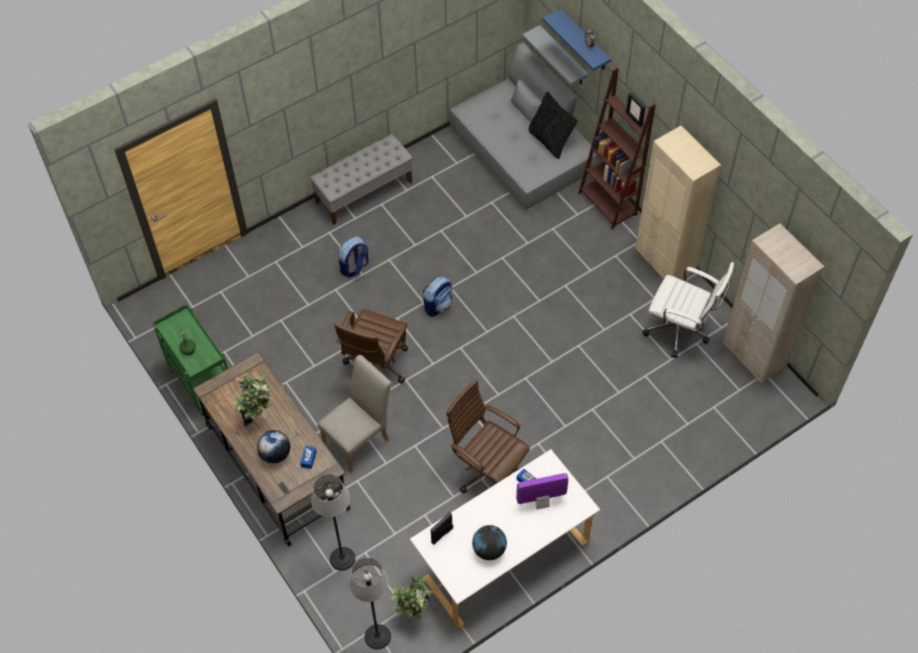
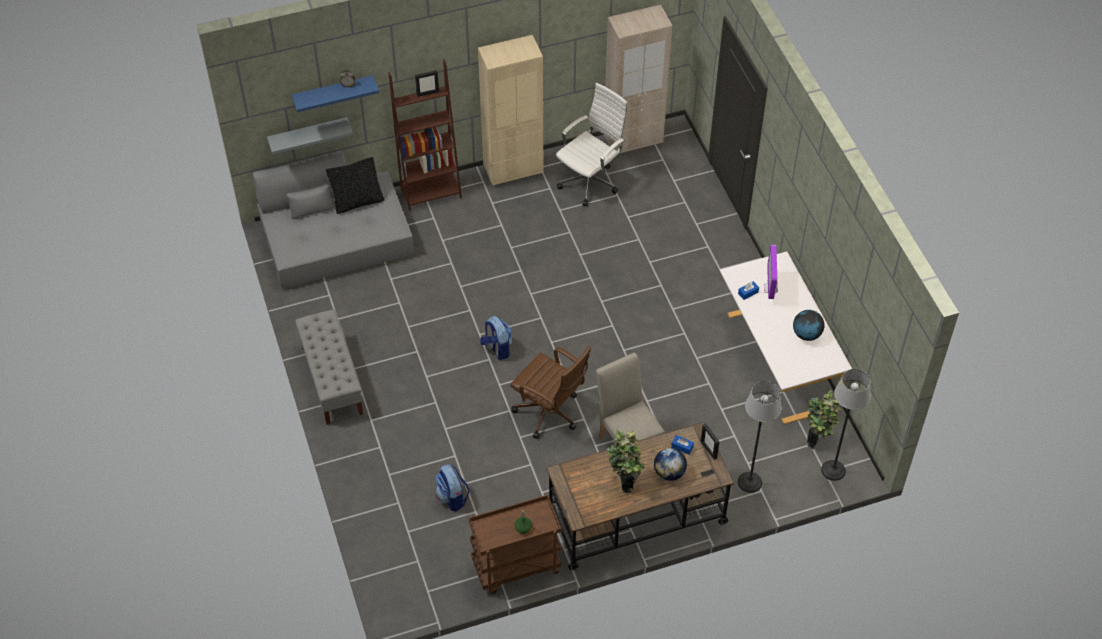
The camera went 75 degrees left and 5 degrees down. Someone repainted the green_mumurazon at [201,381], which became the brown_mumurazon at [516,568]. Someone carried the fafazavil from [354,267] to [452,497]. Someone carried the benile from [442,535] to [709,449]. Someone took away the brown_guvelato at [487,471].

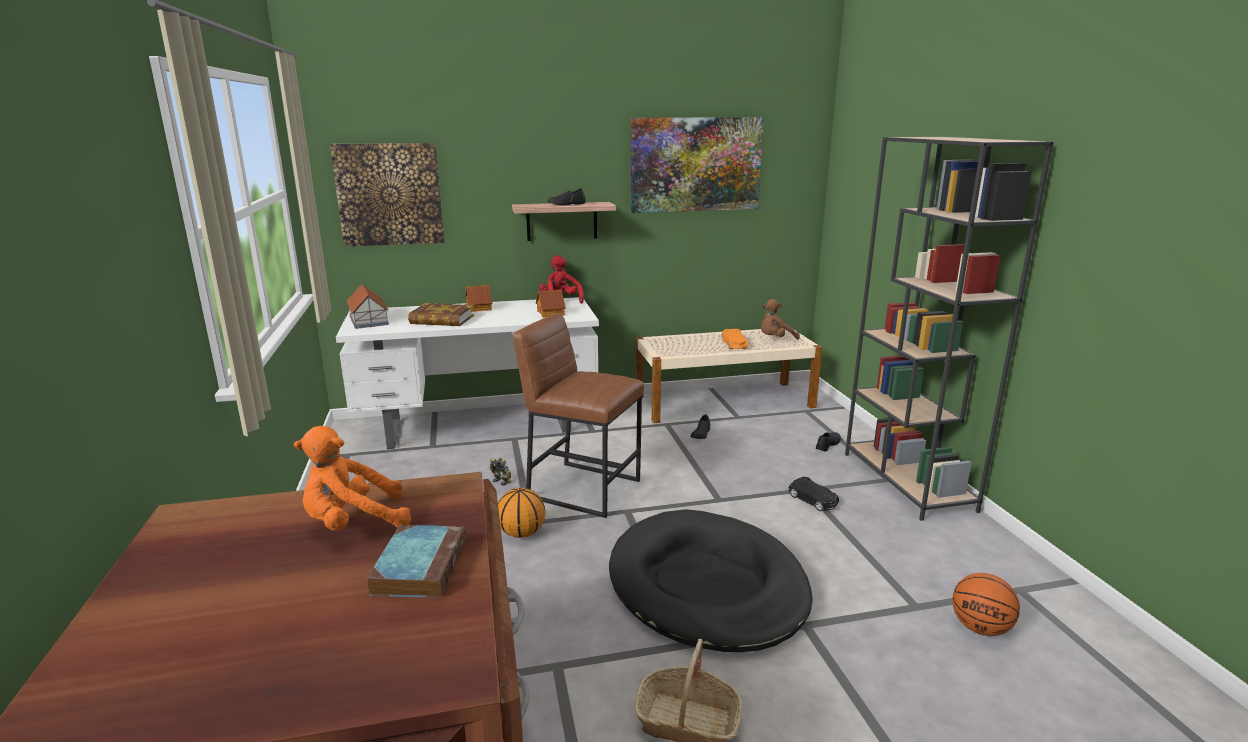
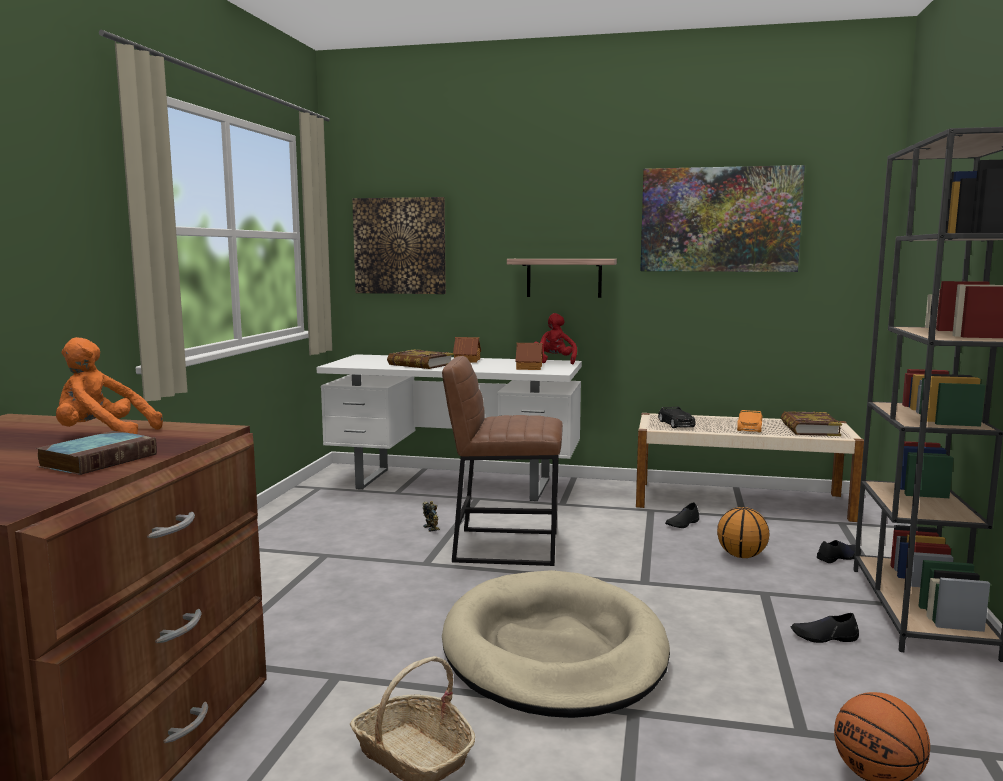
The camera went 25 degrees right and 10 degrees down. Someone took away the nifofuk at [368,320]. Someone carried the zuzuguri from [522,533] to [742,556]. Someone rotated the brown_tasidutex at [582,488] by 45 degrees counterclockwise. Someone carried the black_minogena from [567,204] to [824,637]. Someone repainted the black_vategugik at [707,585], which became the beige_vategugik at [554,651]. Someone swapped the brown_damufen at [775,339] for the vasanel at [809,429]. Someone carried the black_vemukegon from [813,500] to [676,424].

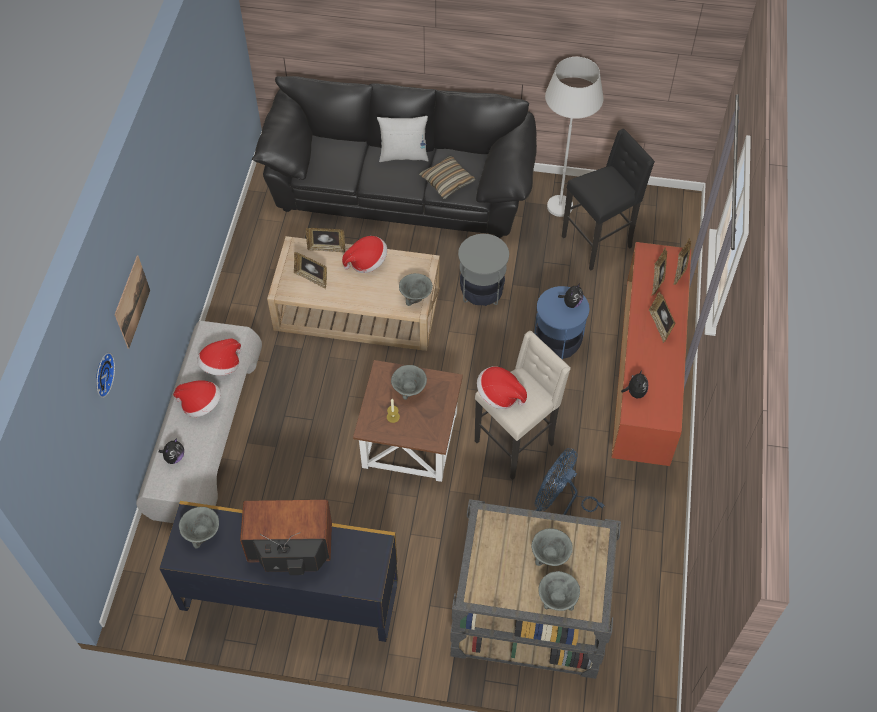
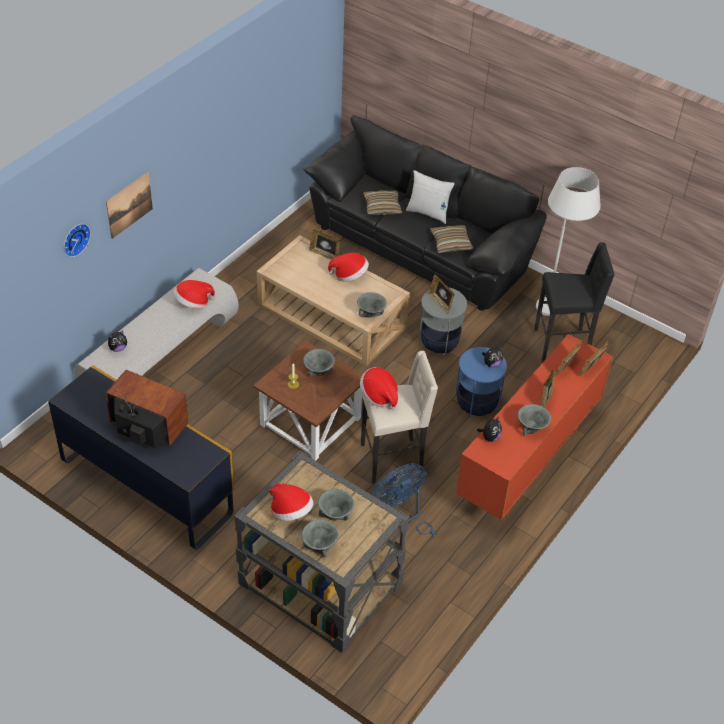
The camera went 25 degrees right and 10 degrees down. Someone carried the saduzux from [201,405] to [291,512]. Someone carried the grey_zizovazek from [202,533] to [531,428]. Someone carried the benile from [312,278] to [440,303]. Someone put down the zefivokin at [382,207].

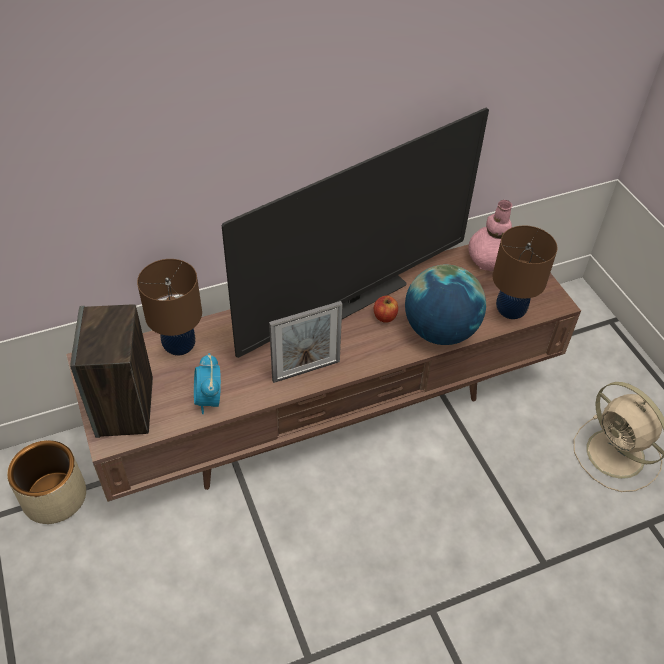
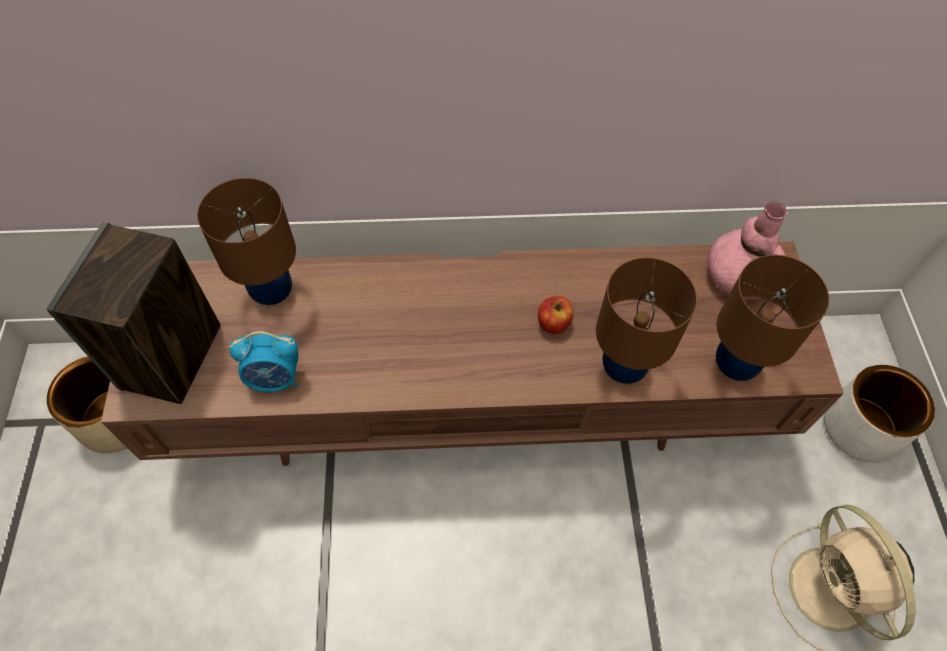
The camera went 20 degrees right and 10 degrees up. Someone rotated the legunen at [209,400] by 105 degrees counterclockwise. Someone took away the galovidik at [354,302]. Someone took away the benile at [306,371]. Someone swapped the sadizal at [440,331] for the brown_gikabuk at [621,366]. Someone put down the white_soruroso at [861,429].

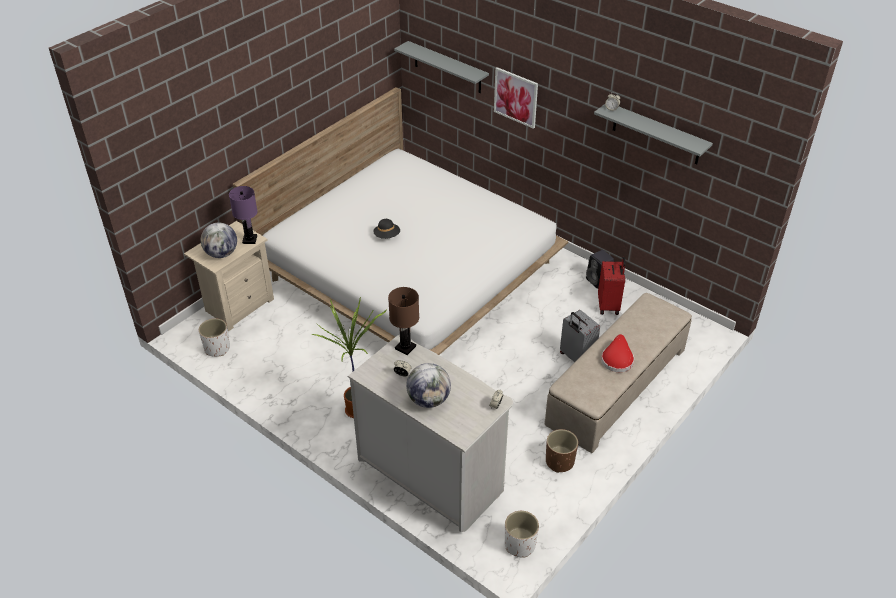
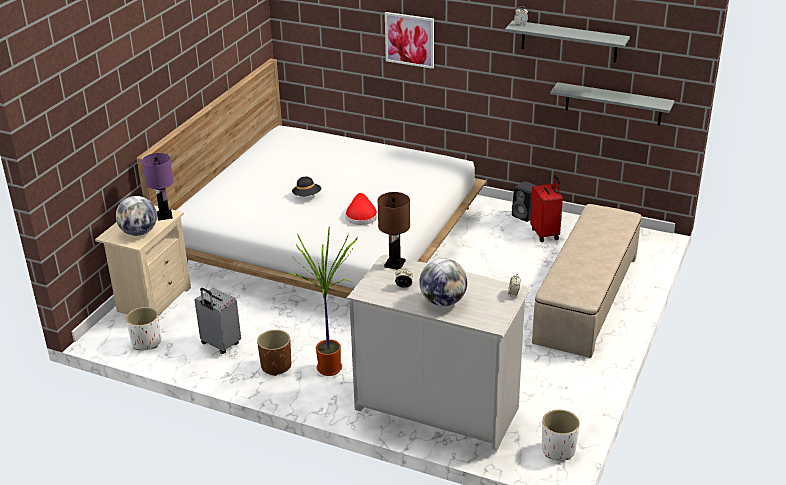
The camera went 15 degrees left and 10 degrees down. Someone carried the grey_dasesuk from [447,67] to [613,104]. Someone carried the brown_soruroso from [559,462] to [276,366]. Someone carried the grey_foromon from [576,357] to [220,344]. Someone carried the red_saduzux from [617,359] to [361,216].

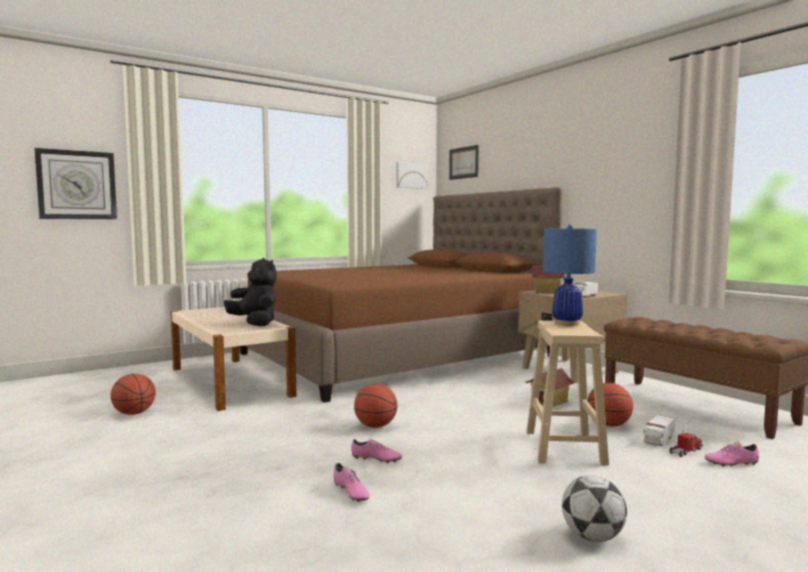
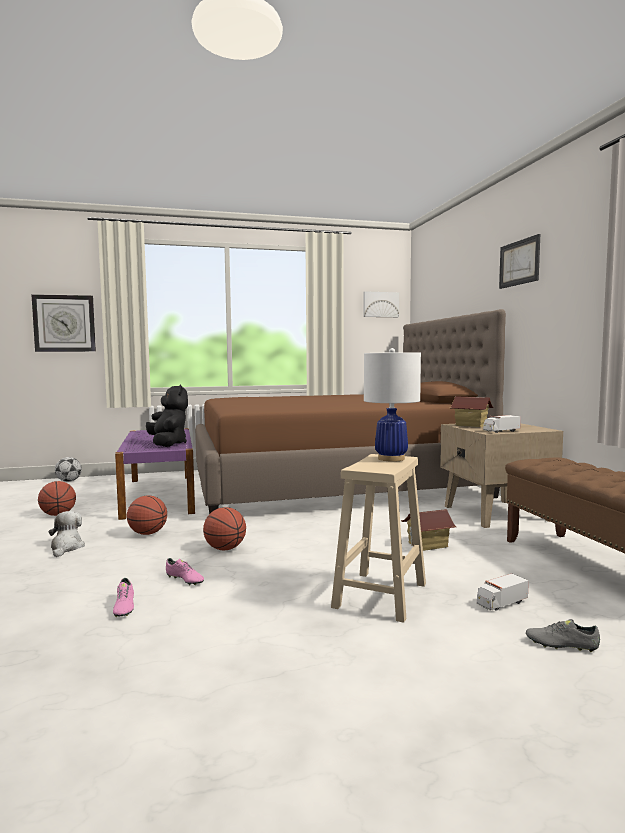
The camera went 20 degrees right and 0 degrees up. Someone repainted the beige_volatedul at [230,381], which became the purple_volatedul at [160,495]. Someone carried the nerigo from [464,162] to [519,263]. Someone repainted the blue_gikabuk at [566,323], which became the white_gikabuk at [391,458]. Someone carried the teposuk from [592,537] to [69,481]. Someone carried the zuzuguri from [609,425] to [147,533]. Someone took away the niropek at [685,451]. Someone repainted the pink_minogena at [731,463], which became the grey_minogena at [561,645]. Someone put down the damufen at [66,548].

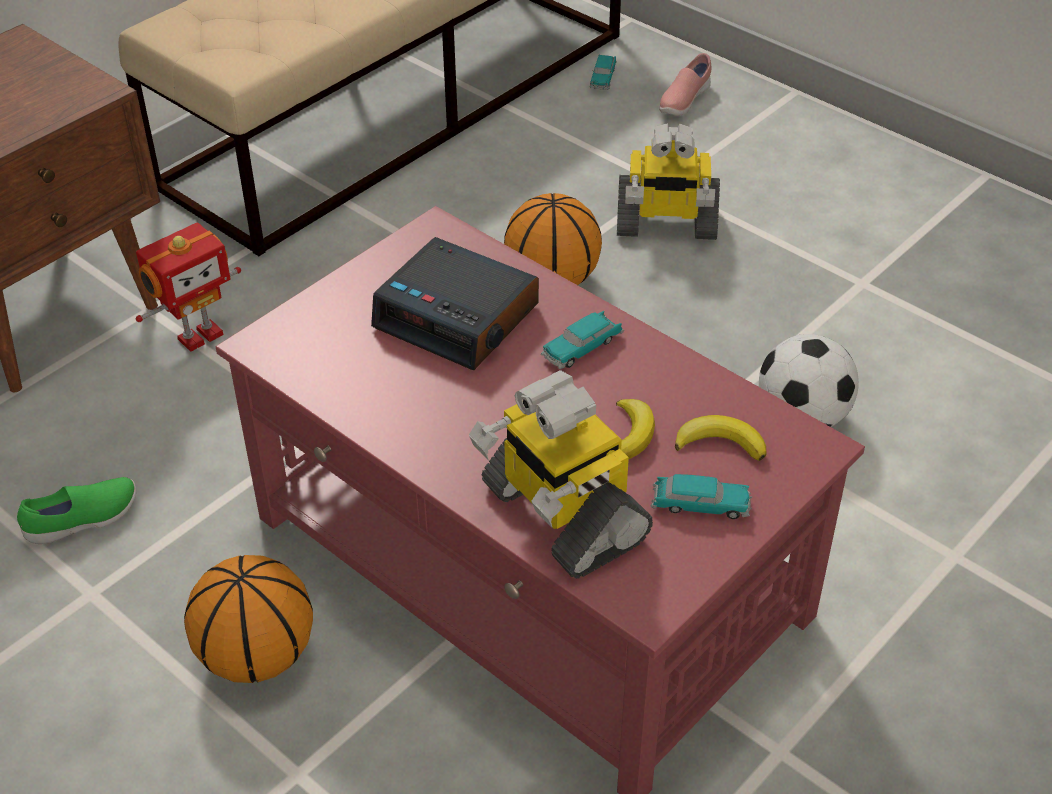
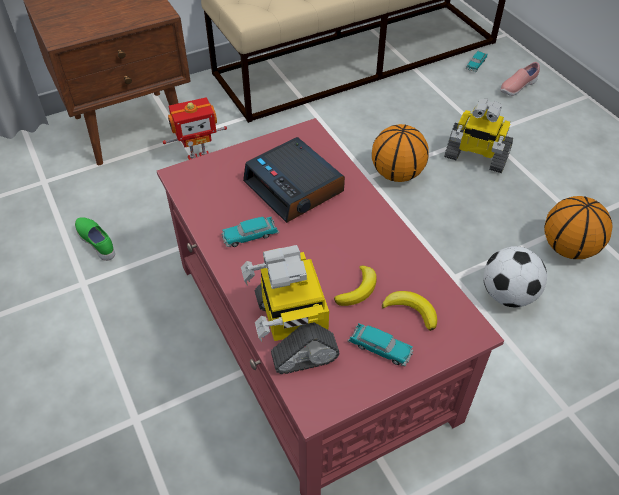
The camera went 20 degrees right and 5 degrees up. Someone rotated the green_minogena at [83,521] by 120 degrees counterclockwise. Someone carried the zuzuguri from [255,656] to [567,248]. Someone carried the vemukegon from [582,347] to [250,236].

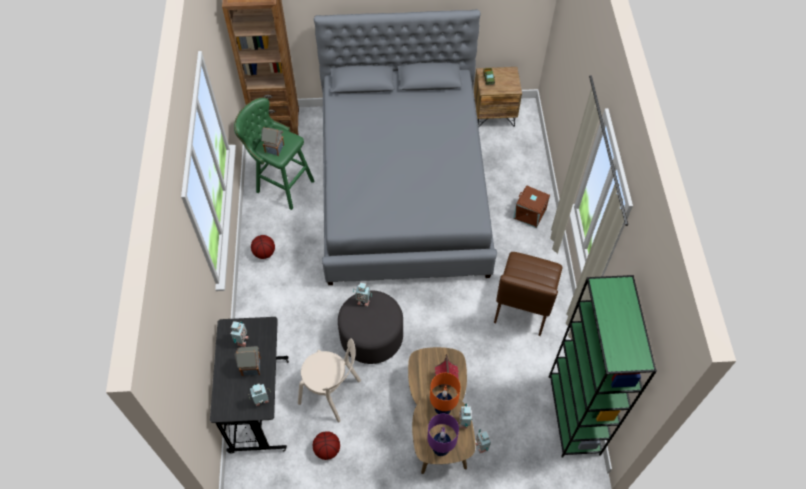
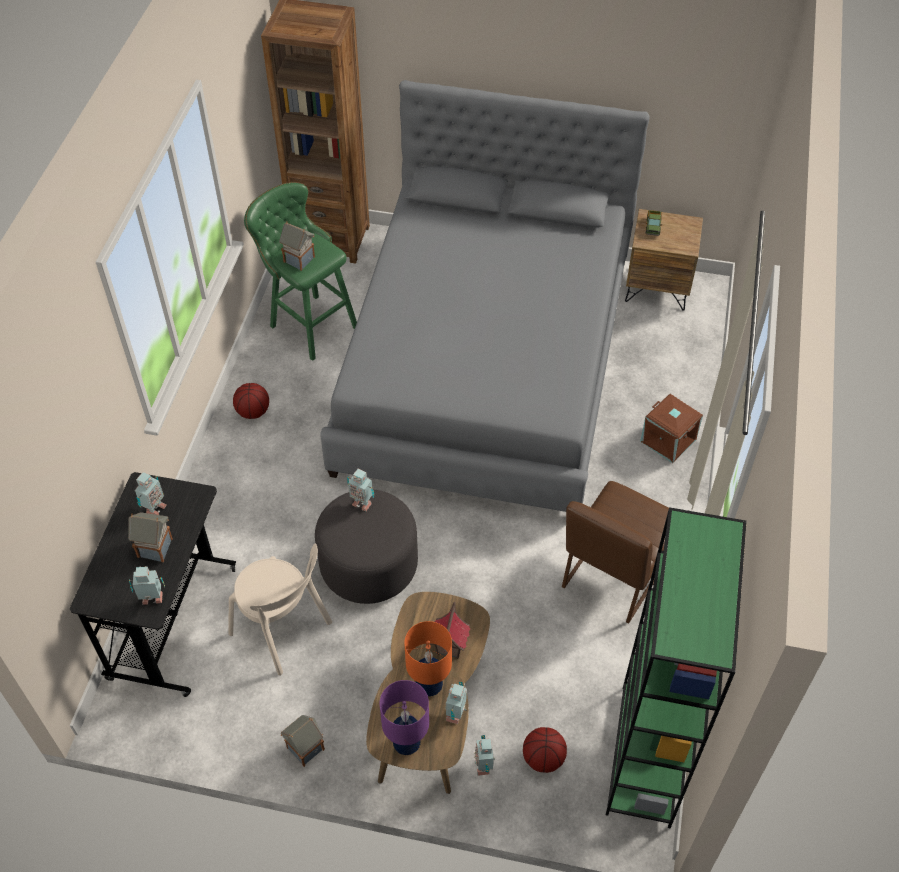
The camera went 15 degrees right and 5 degrees down. Someone carried the zuzuguri from [327,450] to [543,758]. Someone put down the nifofuk at [305,749].

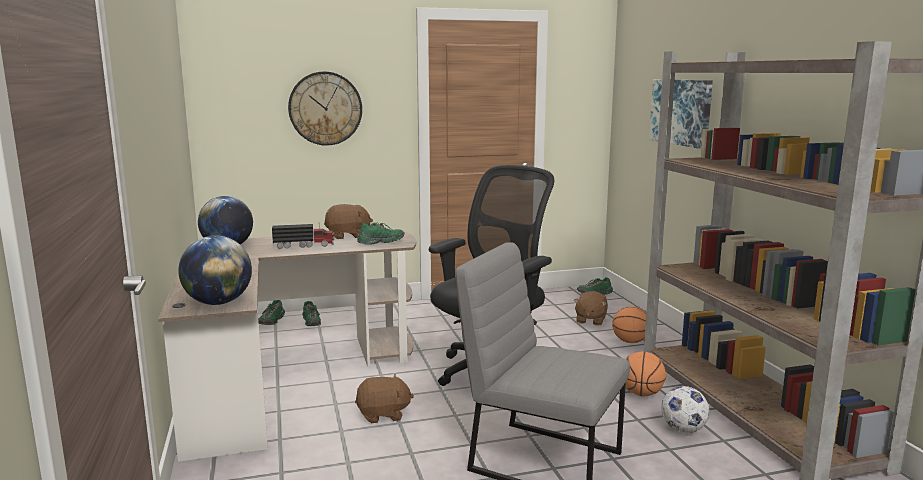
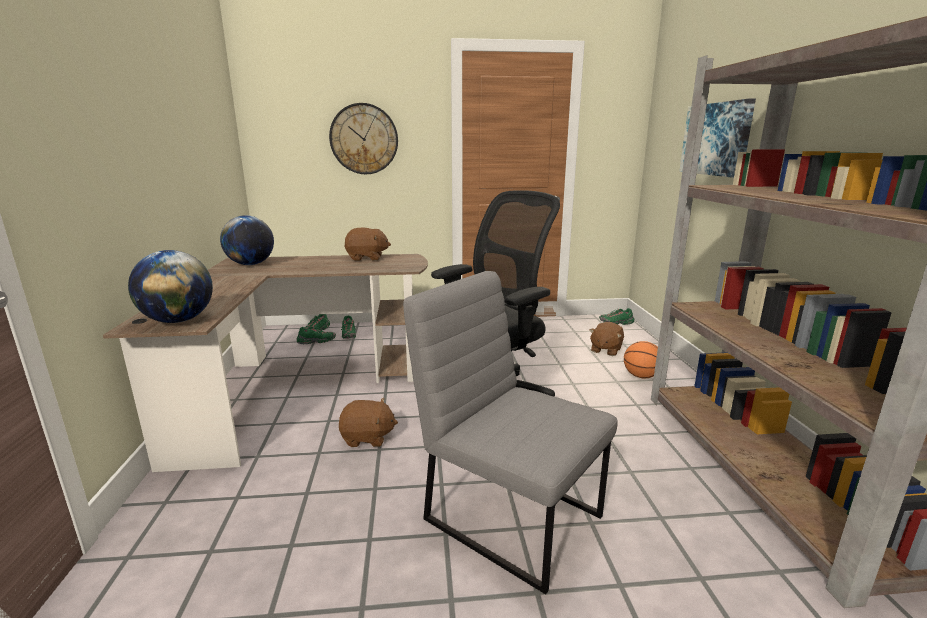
The camera went 10 degrees right and 5 degrees up. Someone took away the niropek at [304,245]. Someone carried the green_minogena from [380,242] to [316,342]. Someone took away the zuzuguri at [641,394]. Someone took away the teposuk at [683,429].

